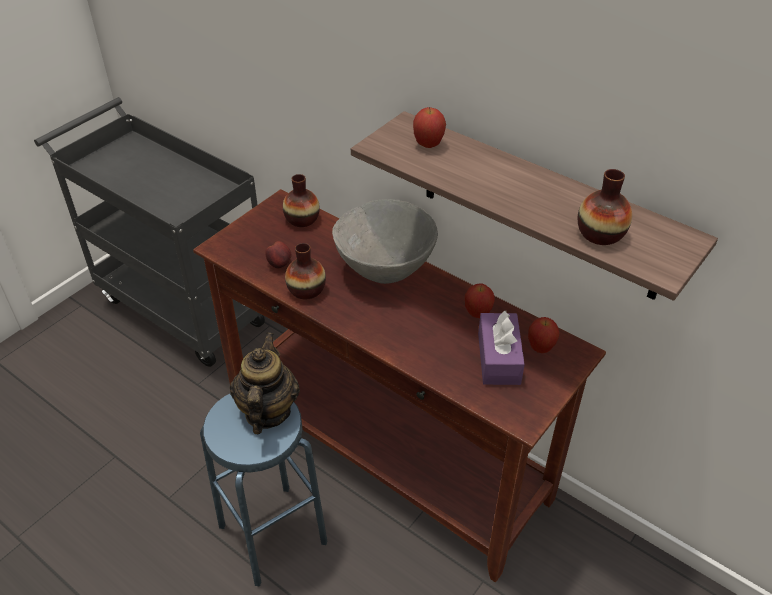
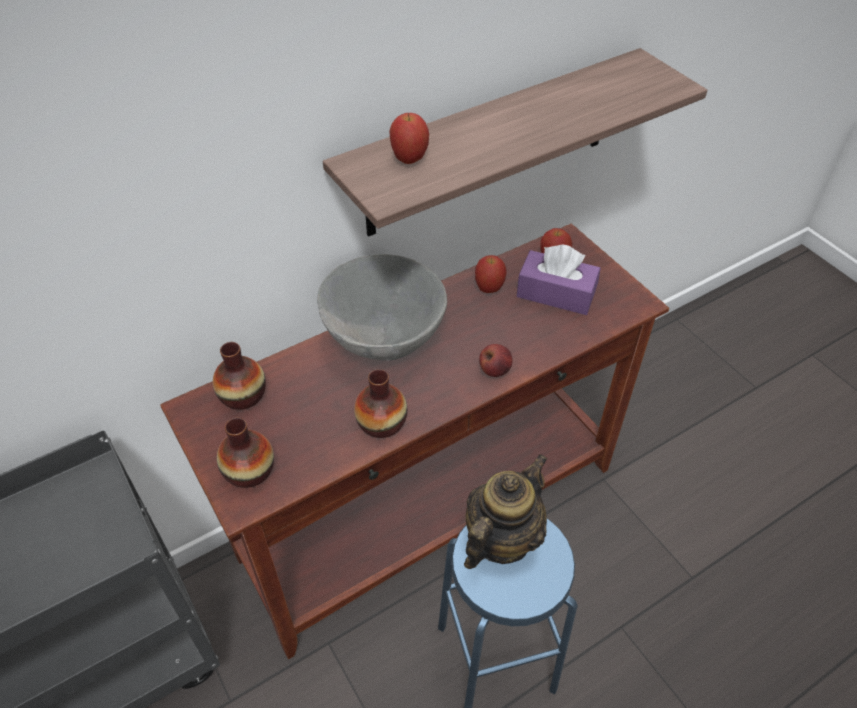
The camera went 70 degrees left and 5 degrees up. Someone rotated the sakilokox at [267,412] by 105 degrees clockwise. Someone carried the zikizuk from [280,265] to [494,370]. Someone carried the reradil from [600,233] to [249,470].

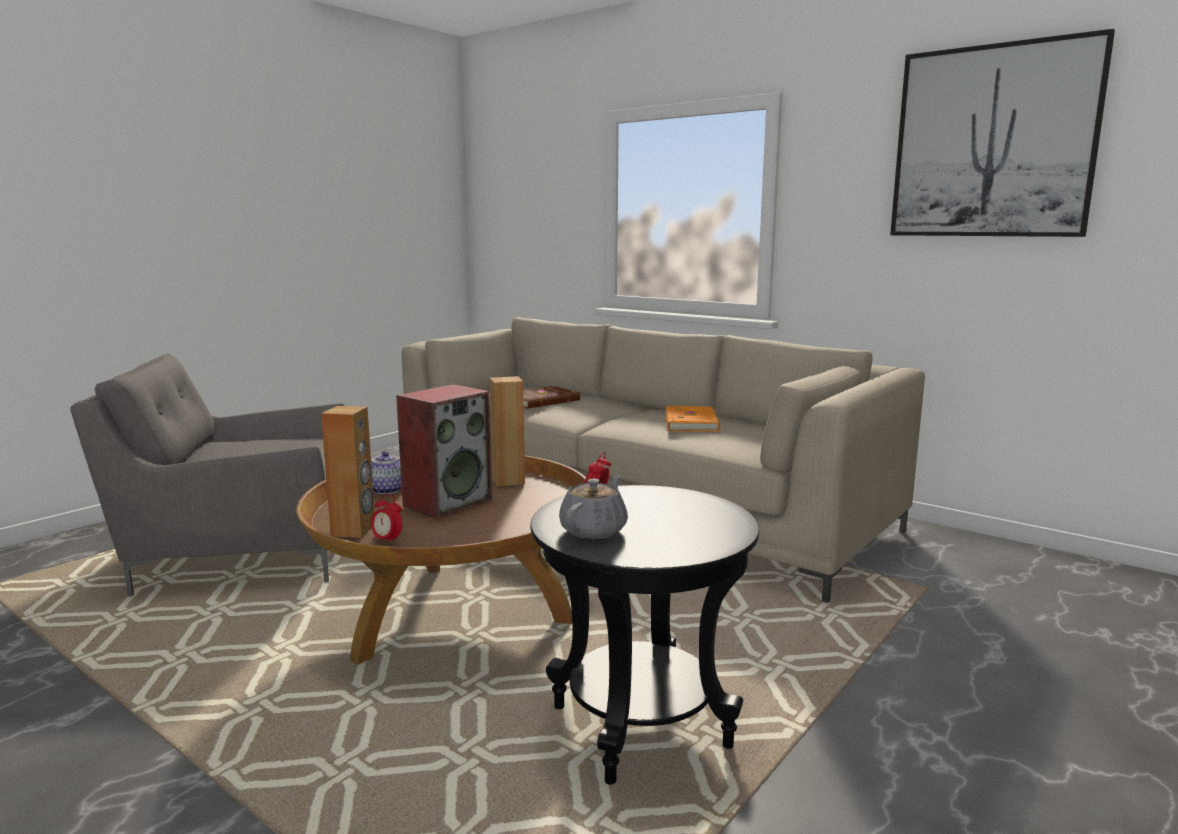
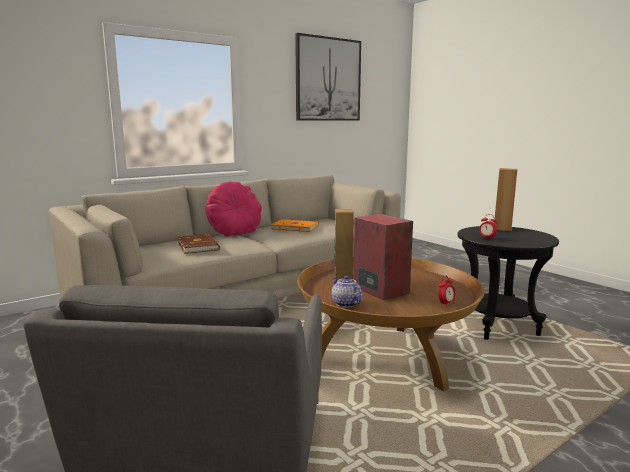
The camera went 75 degrees left and 0 degrees up. Someone carried the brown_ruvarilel from [354,530] to [502,228]. Someone took away the grey_sakilokox at [594,530]. Someone put down the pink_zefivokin at [235,234].

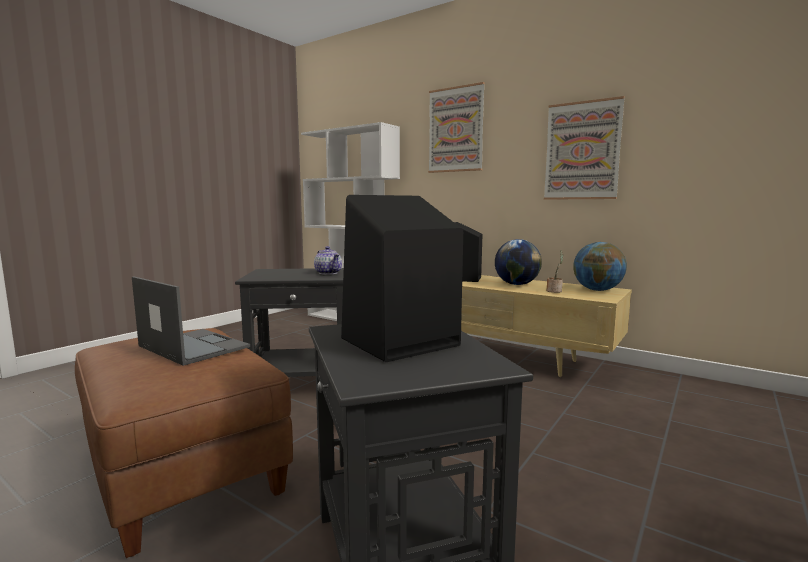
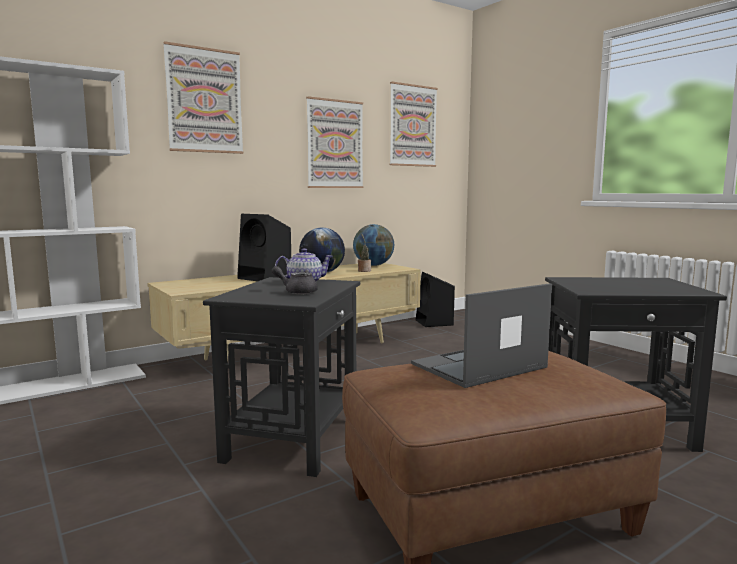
The camera went 70 degrees left and 0 degrees up. Someone carried the black_ruvarilel from [397,343] to [434,323]. Someone put down the grey_sakilokox at [297,292]. Someone put up the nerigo at [412,126].

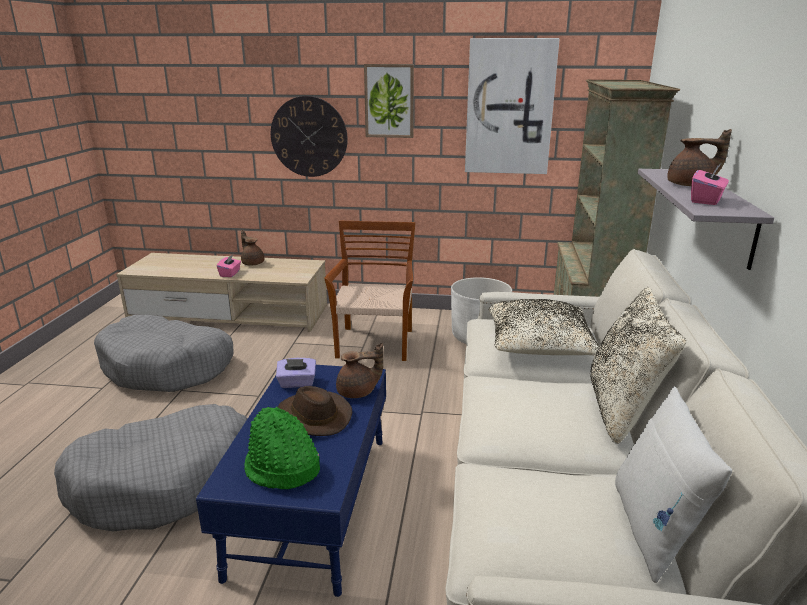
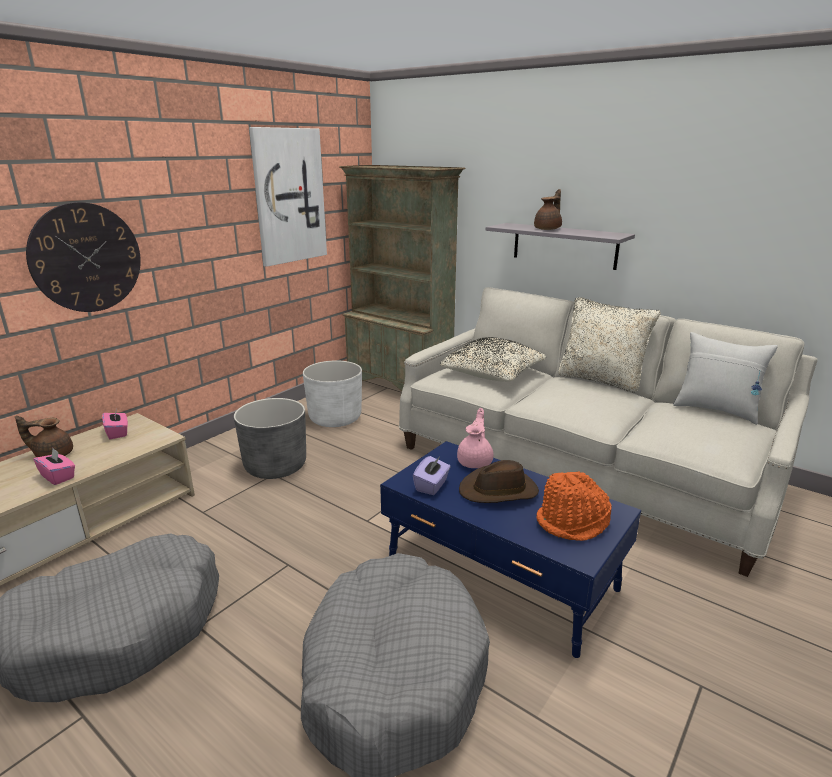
The camera went 60 degrees left and 0 degrees up. Someone repainted the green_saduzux at [281,469], which became the orange_saduzux at [572,523]. Someone swapped the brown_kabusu at [375,343] for the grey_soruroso at [275,466]. Someone repainted the brown_sakilokox at [358,392], which became the pink_sakilokox at [475,461]. Someone took away the nerigo at [389,101]. Someone carried the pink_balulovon from [706,200] to [118,432].

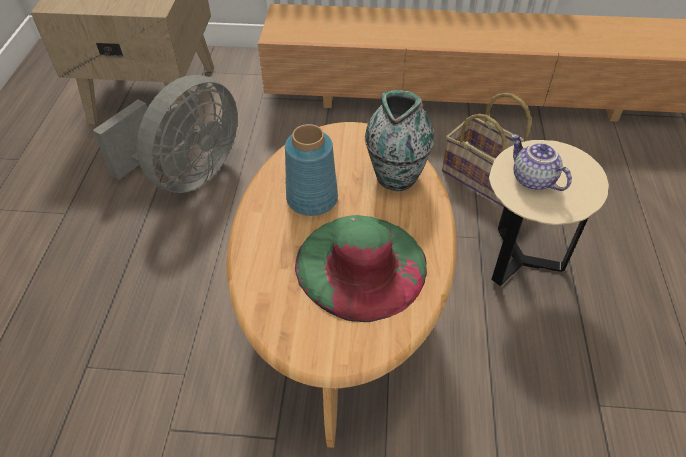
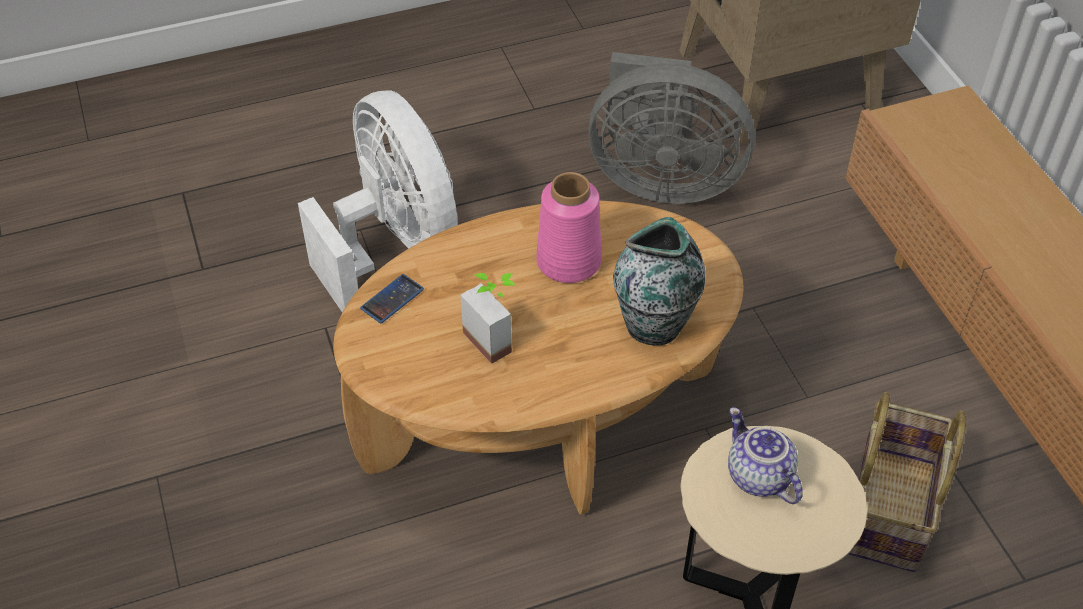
The camera went 65 degrees right and 0 degrees up. Someone repainted the blue_reradil at [312,199], which became the pink_reradil at [567,261]. Someone swapped the green_saduzux at [361,265] for the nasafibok at [495,337]. Someone rotated the sakilokox at [532,180] by 60 degrees counterclockwise. Someone put down the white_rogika at [393,245]. Someone put down the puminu at [392,299].

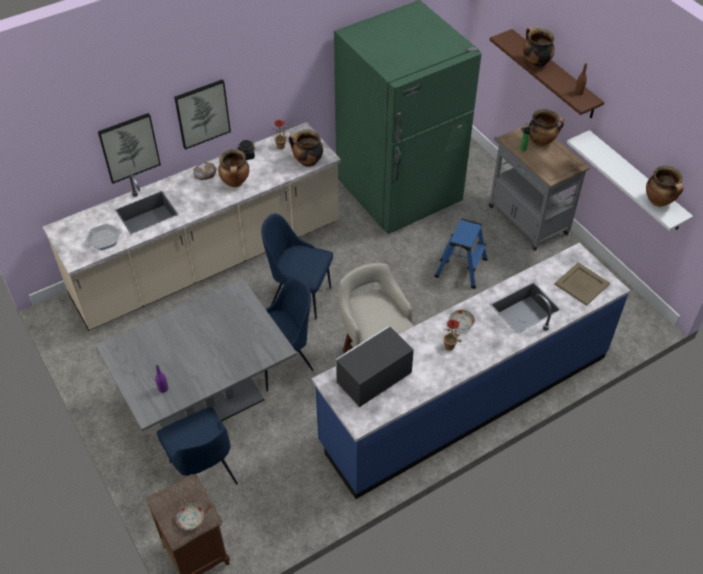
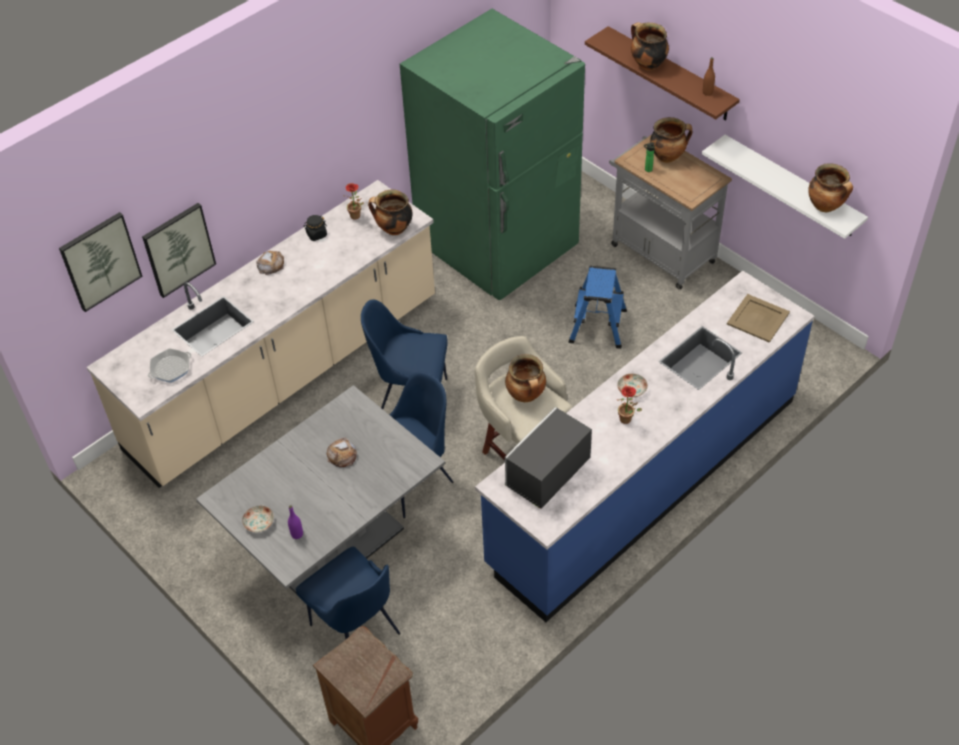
The camera went 10 degrees left and 0 degrees up. Someone carried the nerigo from [202,113] to [100,261]. Someone carried the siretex from [190,519] to [259,522]. Someone carried the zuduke from [235,183] to [526,396]. Someone put down the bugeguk at [342,455].

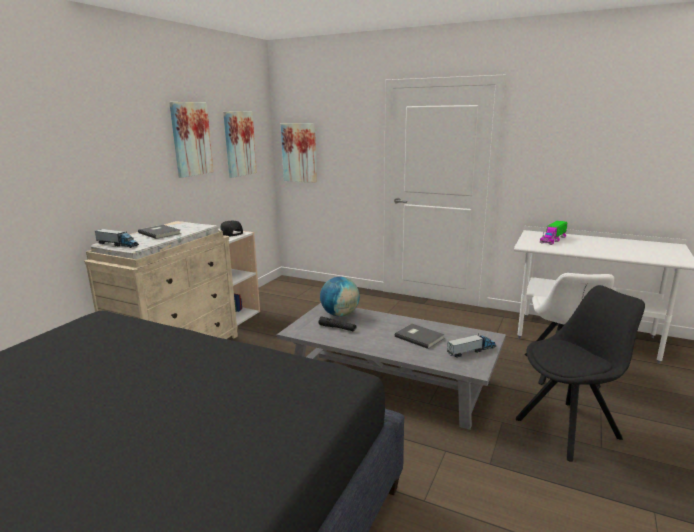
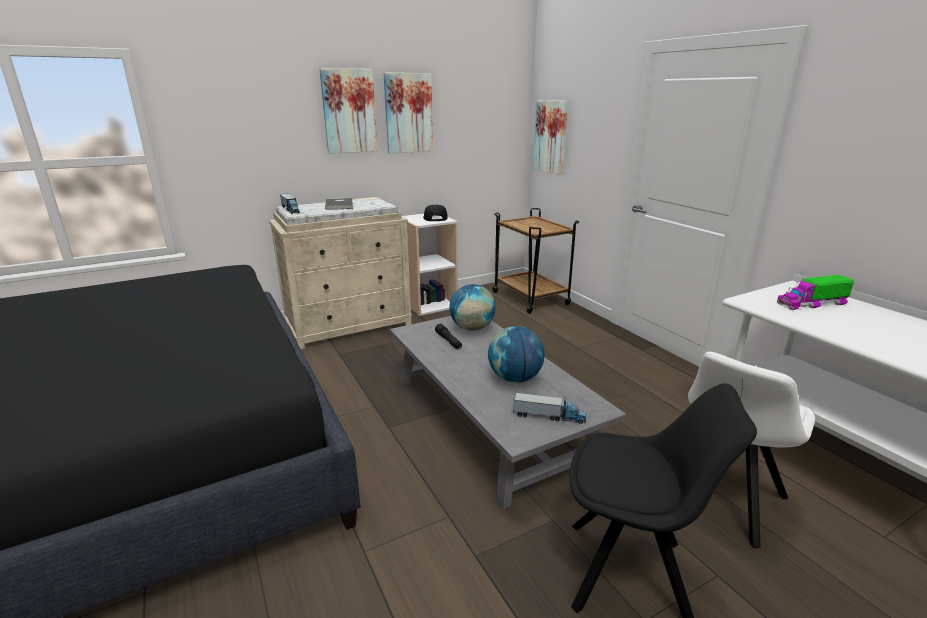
The camera went 35 degrees right and 5 degrees up. Someone carried the nerigo from [239,143] to [349,111]. Someone swapped the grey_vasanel at [419,337] for the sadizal at [515,378]. Someone put down the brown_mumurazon at [531,299].

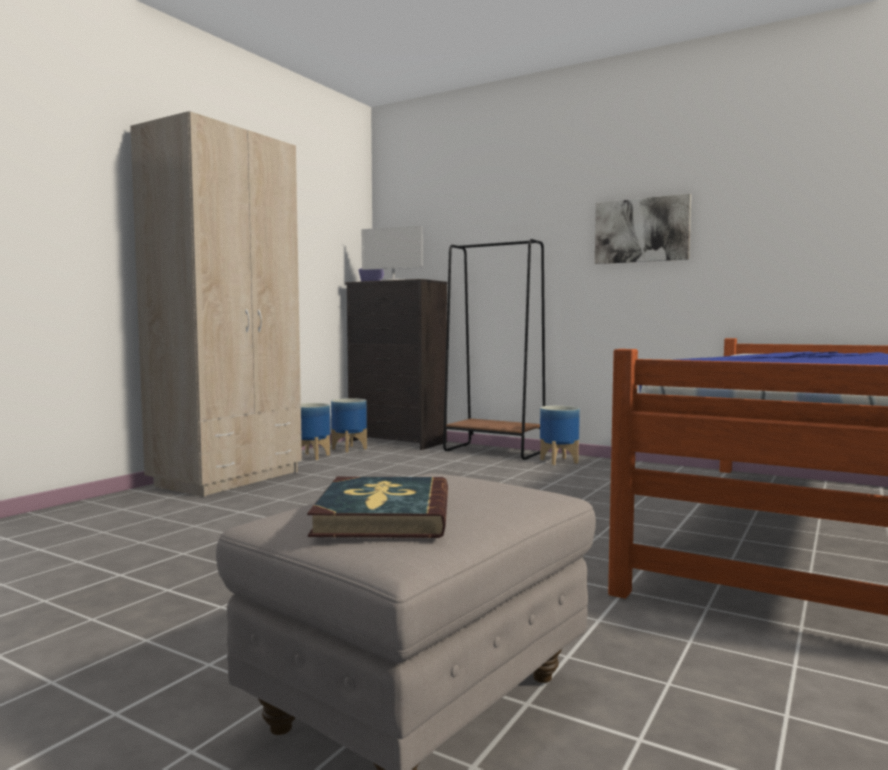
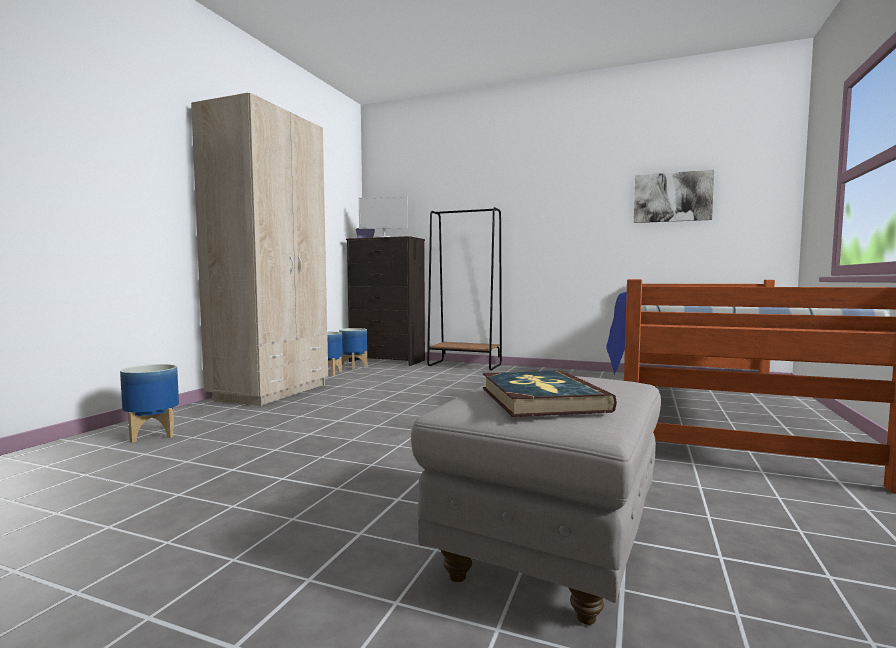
The camera went 10 degrees left and 0 degrees up. Someone carried the soruroso from [559,461] to [153,434]. Someone carried the nerigo from [641,230] to [672,197].

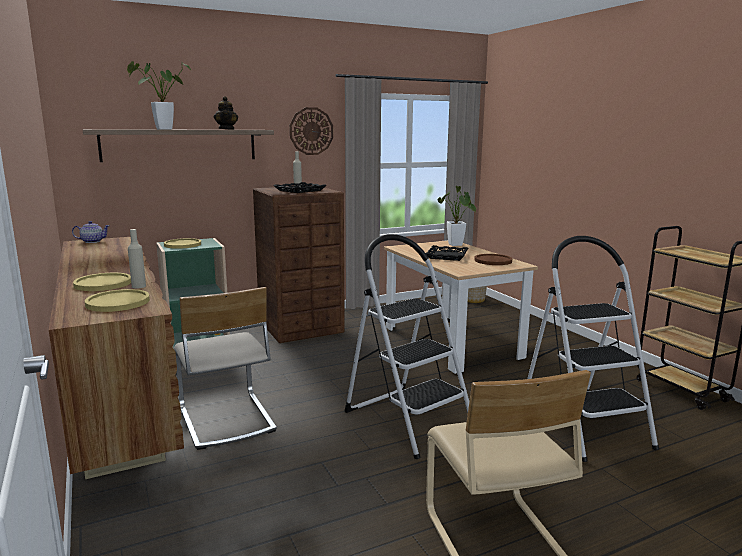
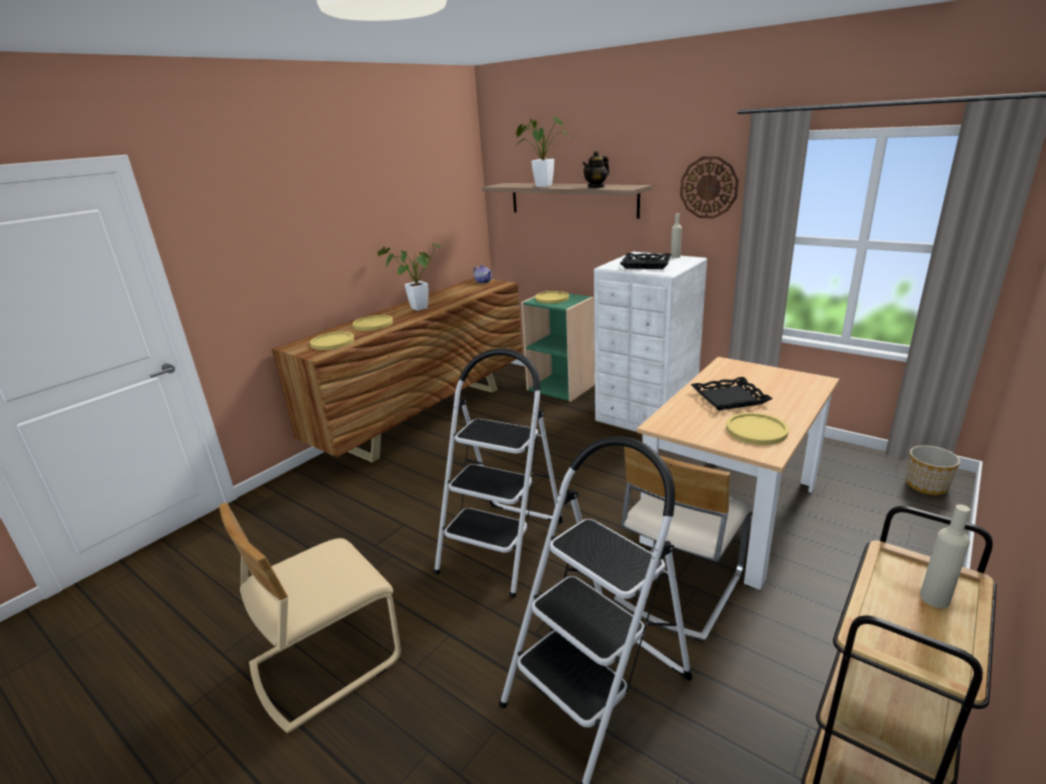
The camera went 65 degrees right and 10 degrees up. Someone carried the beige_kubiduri from [138,286] to [934,598]. Someone carried the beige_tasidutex from [225,419] to [678,587]. Someone repainted the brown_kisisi at [301,327], which became the white_kisisi at [646,415]. Someone carried the nasafibok from [456,245] to [415,309]. Someone repainted the brown_siretex at [493,260], which became the yellow_siretex at [756,430].

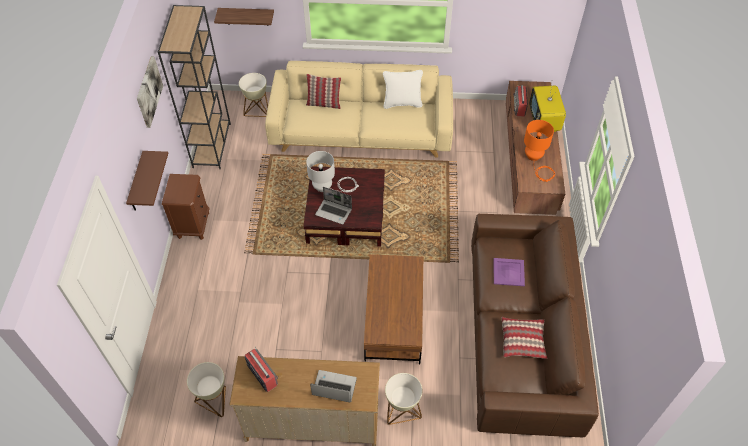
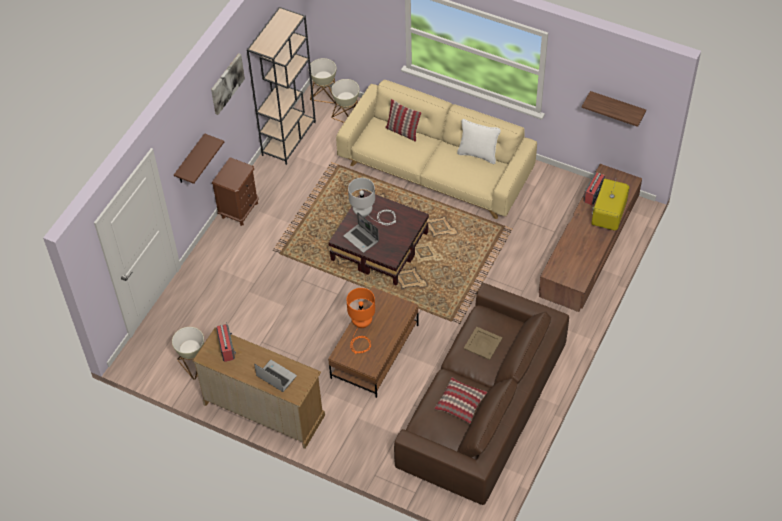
The camera went 25 degrees right and 0 degrees up. Someone carried the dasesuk from [247,16] to [617,107]. Someone carried the soruroso from [402,411] to [325,95]. Someone repainted the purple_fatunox at [508,272], which became the beige_fatunox at [482,343]. Someone carried the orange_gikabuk from [537,163] to [361,331].

